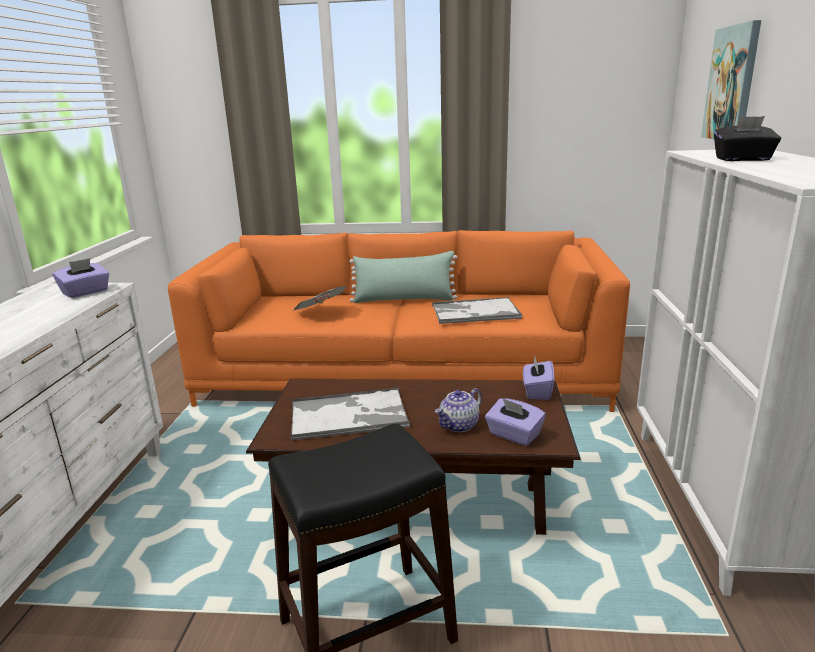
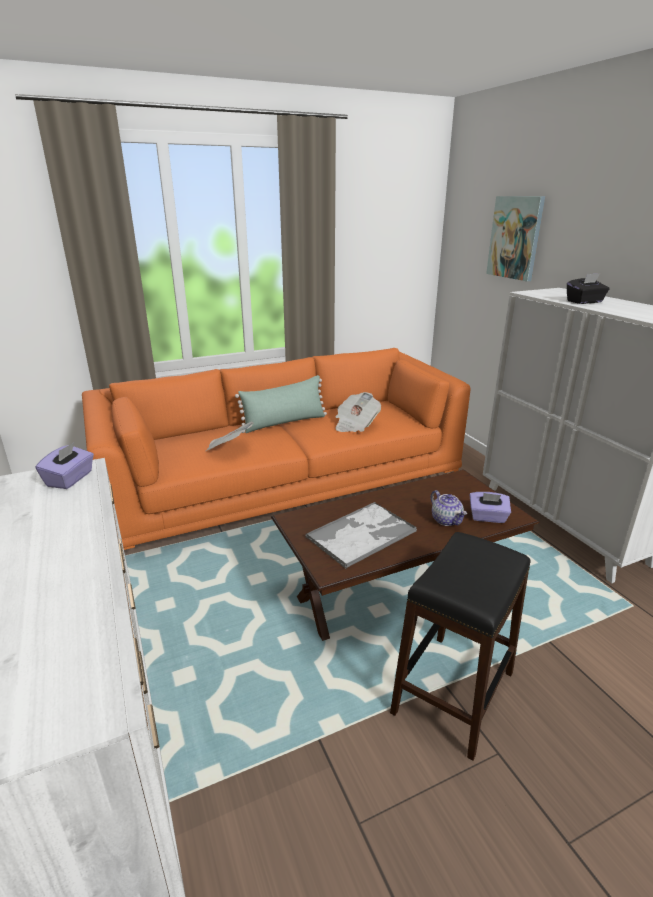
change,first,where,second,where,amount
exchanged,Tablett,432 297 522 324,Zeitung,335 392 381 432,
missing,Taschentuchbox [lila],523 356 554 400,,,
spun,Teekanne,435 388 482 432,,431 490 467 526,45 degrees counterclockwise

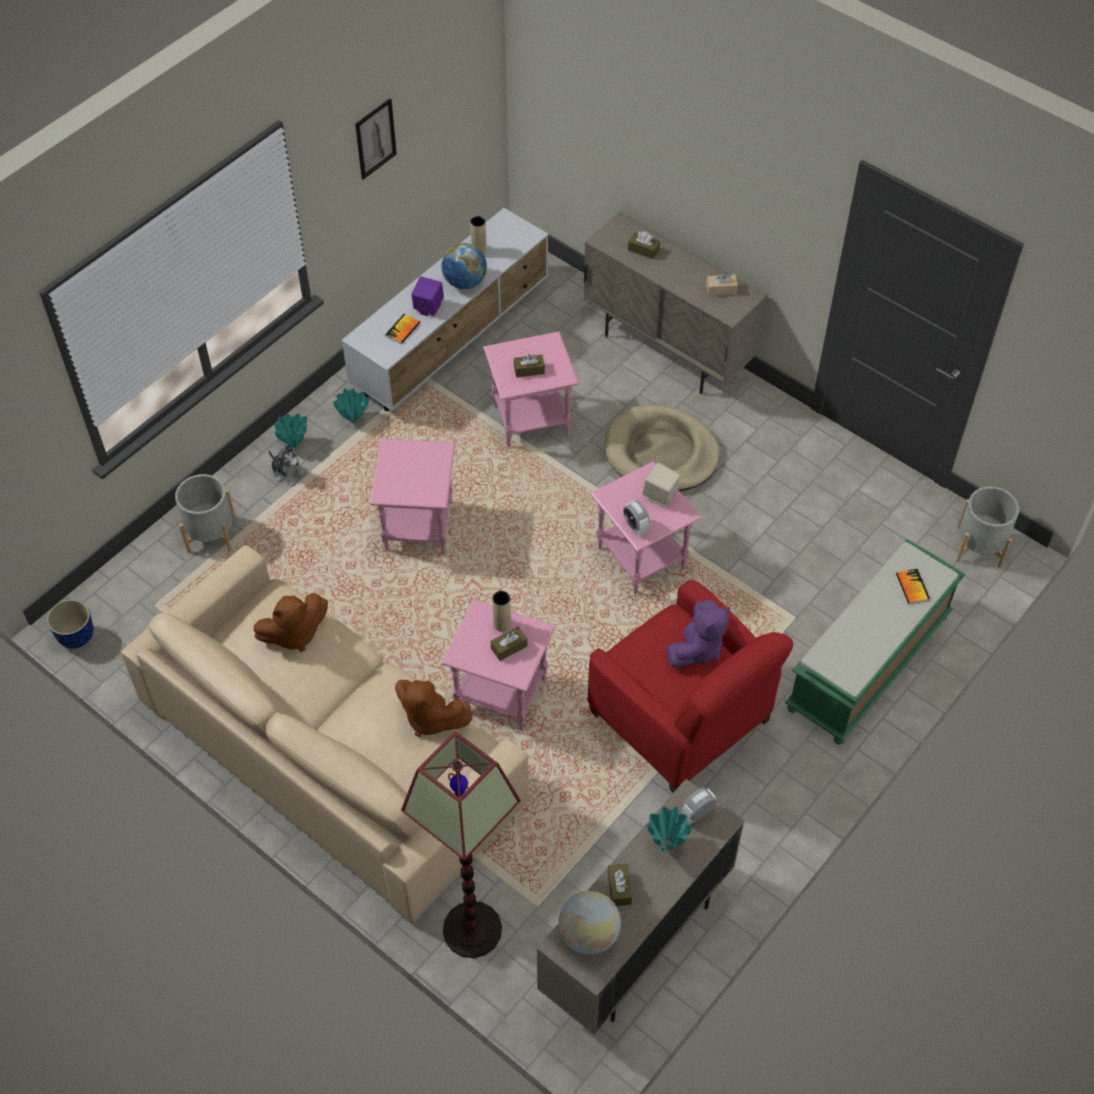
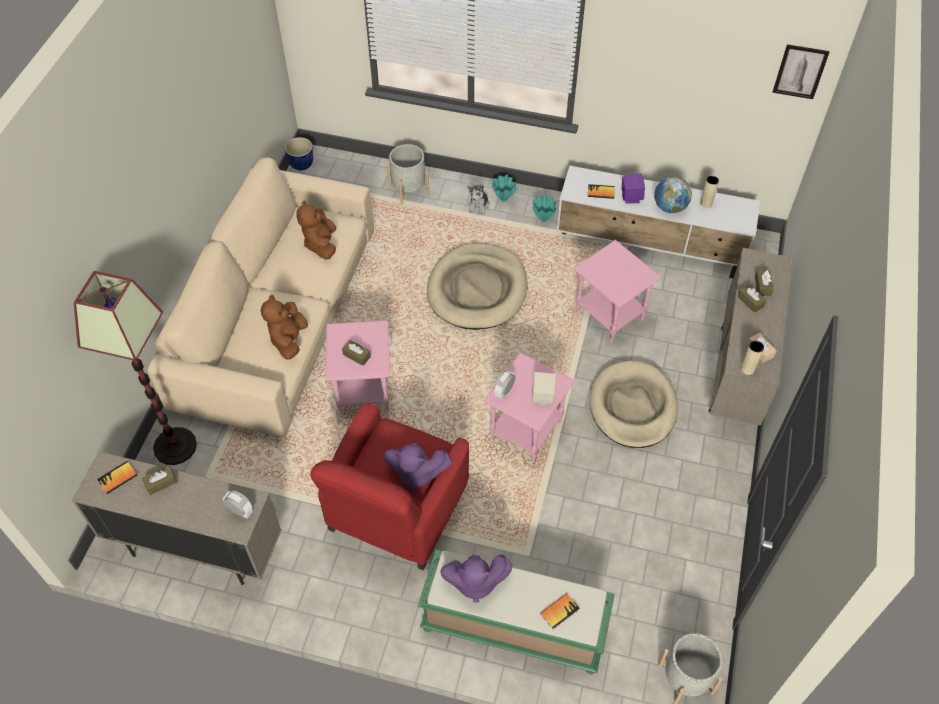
change,first,where,second,where,amount
relocated,Bild,355 98 397 180,,772 44 830 99,
relocated,Taschentuchbox [braun],514 354 545 377,,737 284 767 313,
exchanged,Beistelltisch [rosa],370 438 455 554,Hundebett [beige],427 243 528 330,
relocated,Vase [beige],492 591 511 632,,741 341 764 375,
spun,Plüschtier [braun],254 593 328 652,,296 201 336 260,45 degrees clockwise
missing,Vase [türkis],647 807 693 851,,,
exchanged,Globus,558 891 621 955,Buch,97 461 137 494,
appeared,,,Plüschtier [lila],440 554 513 603,

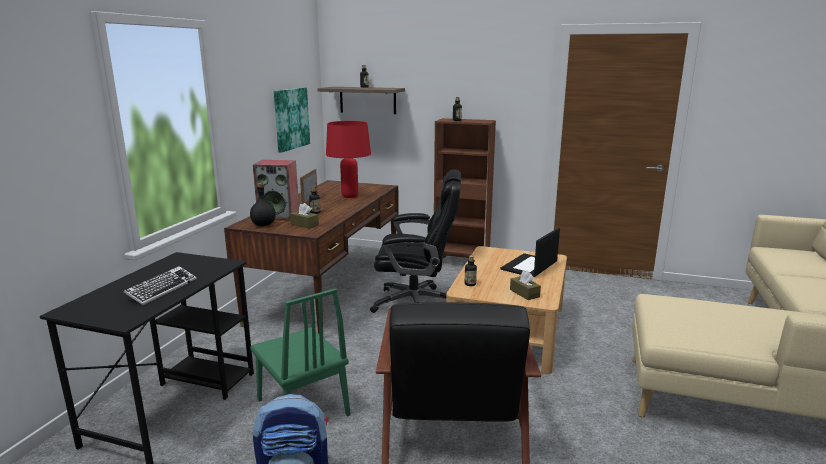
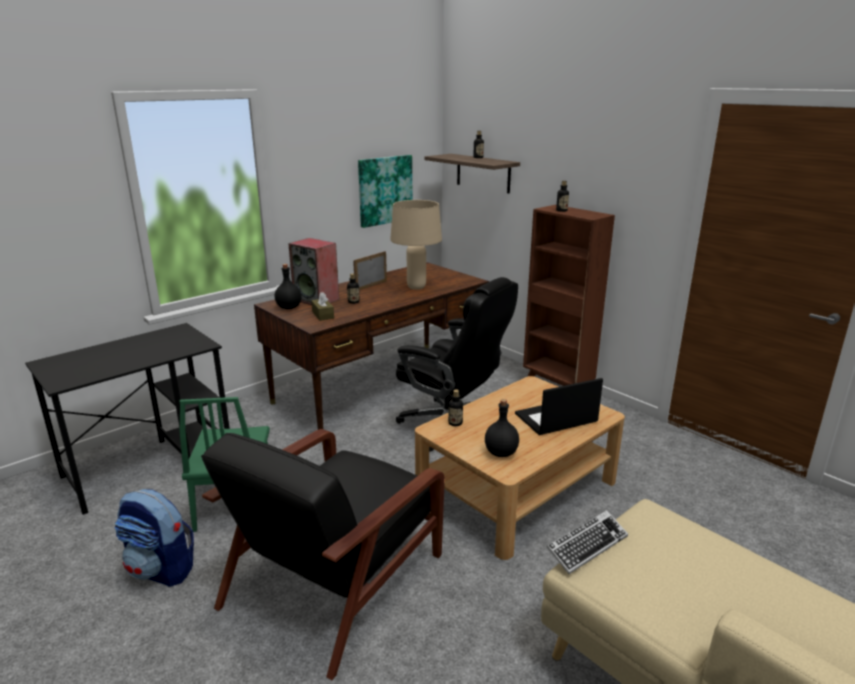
change,first,where,second,where,amount
colour,Tischlampe [rot],326 121 371 198,Tischlampe [beige],390 200 442 290,
relocated,Tastatur,124 266 197 305,,546 510 628 574,
exchanged,Taschentuchbox [braun],510 271 541 300,Flasche [schwarz],485 399 519 457,

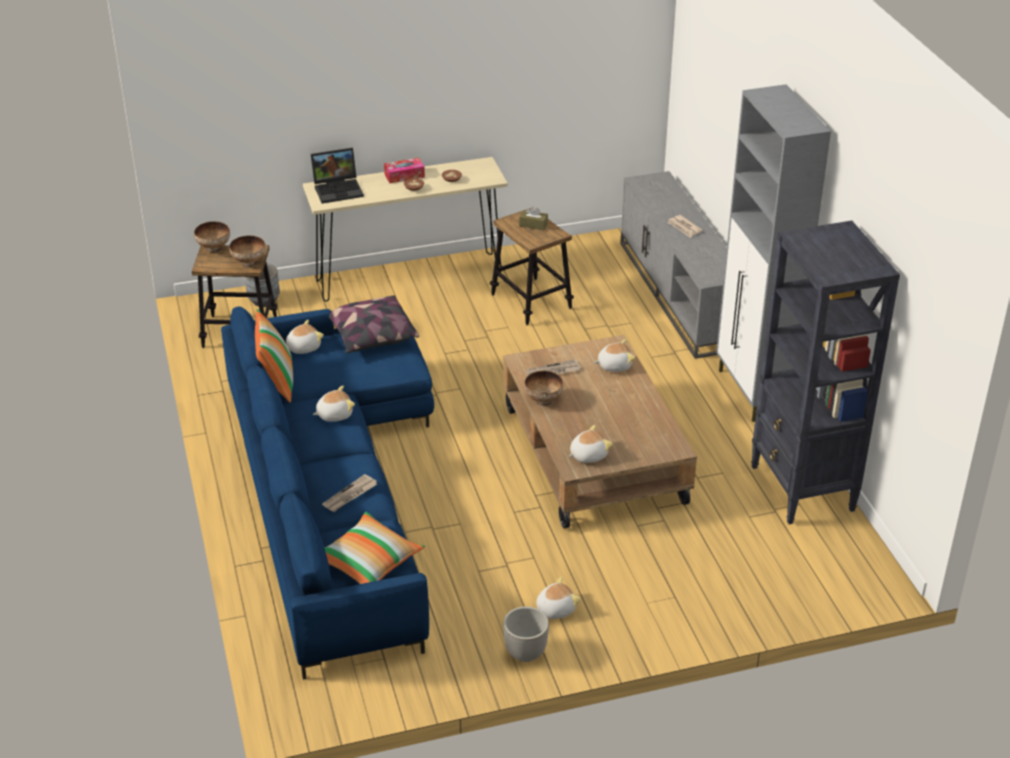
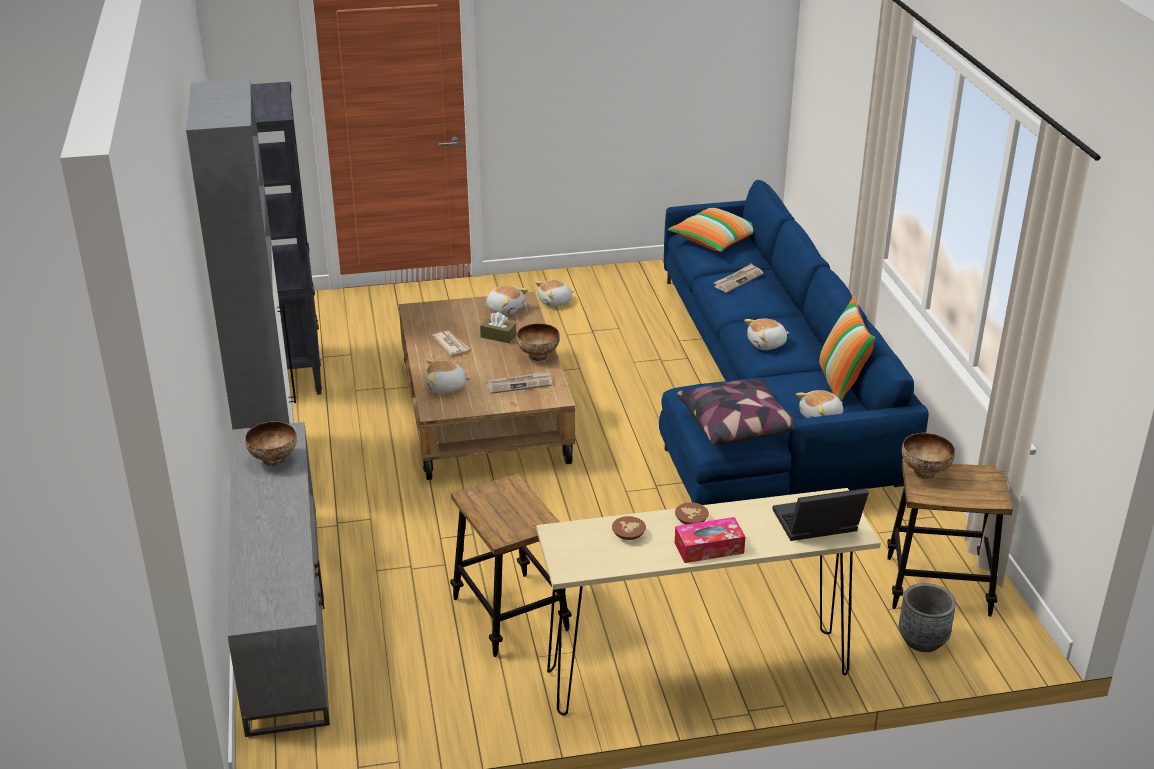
change,first,where,second,where,amount
relocated,Taschentuchbox [braun],519 206 548 230,,480 312 516 343,
relocated,Zeitung,667 215 703 238,,432 331 470 355,
relocated,Schüssel,194 221 230 253,,245 421 297 466,
spun,Plüschtier,569 425 613 463,,486 286 528 315,120 degrees counterclockwise
missing,Pflanzkübel,503 606 549 662,,,

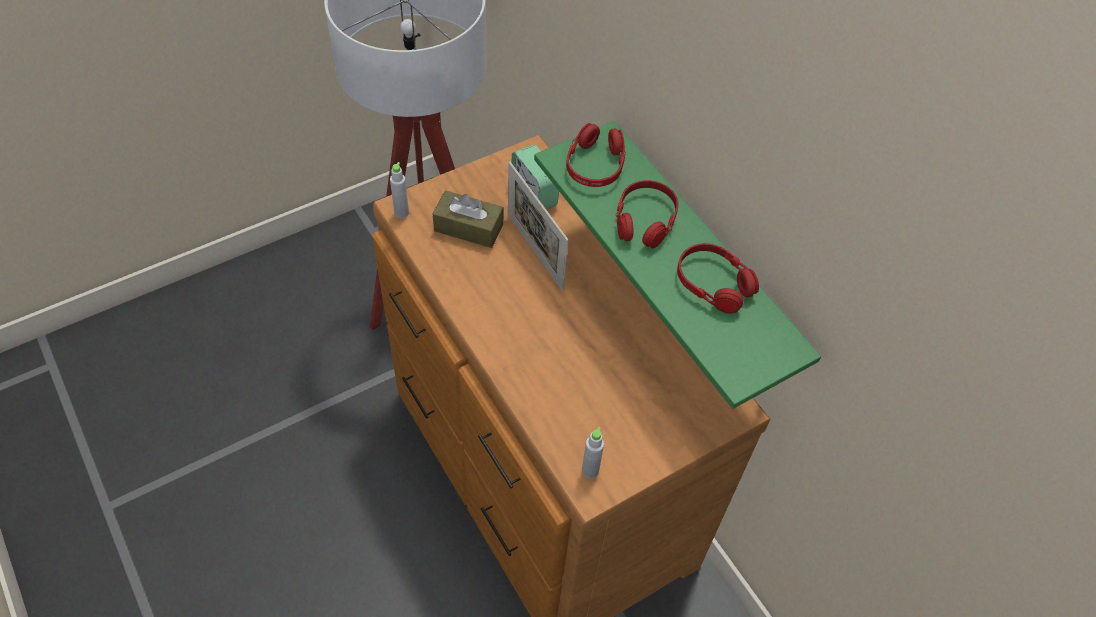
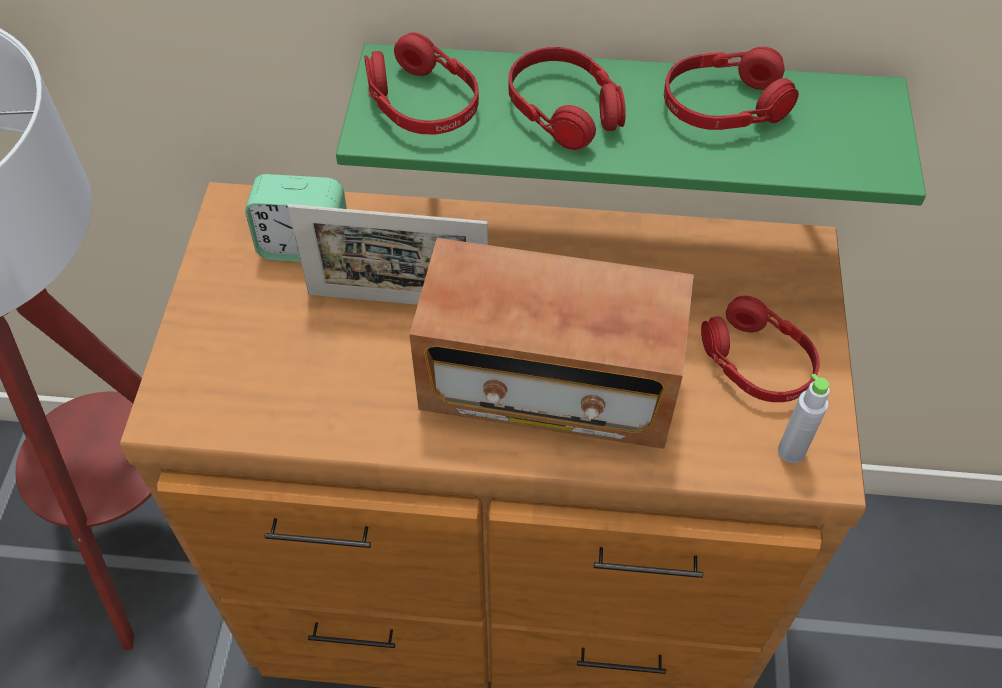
change,first,where,second,where,amount
missing,Flasche [grau],390 162 409 218,,,
missing,Taschentuchbox [braun],433 190 503 248,,,
appeared,,,Radio,409 238 694 449,
appeared,,,Kopfhörer [rot],701 296 820 402,

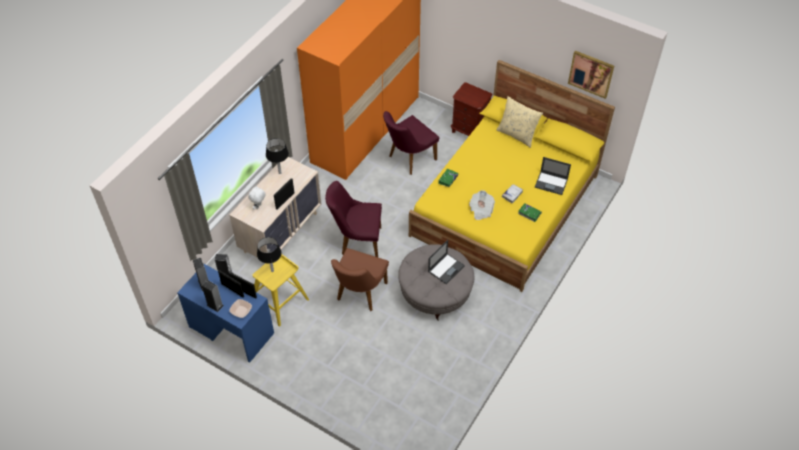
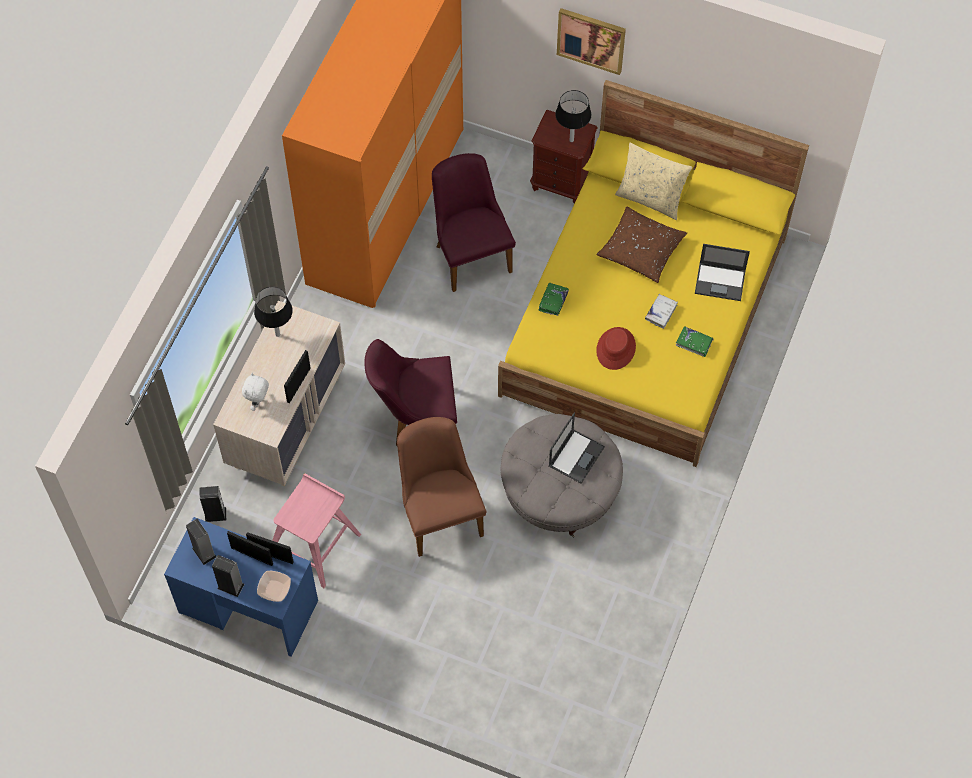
change,first,where,second,where,amount
relocated,Bild,568 51 614 99,,557 8 626 75,
spun,Stuhl [lila],383 111 439 175,,432 153 516 292,120 degrees clockwise
exchanged,Zeitung,469 190 495 220,Hut [rot],596 327 636 370,
relocated,Tischlampe [schwarz],257 237 282 272,,555 90 591 142,
spun,Stuhl [braun],331 248 389 311,,397 417 486 557,150 degrees clockwise
colour,Hocker [gelb],253 254 309 327,Hocker [rosa],272 473 361 588,
appeared,,,Kissen [braun],597 207 687 283,

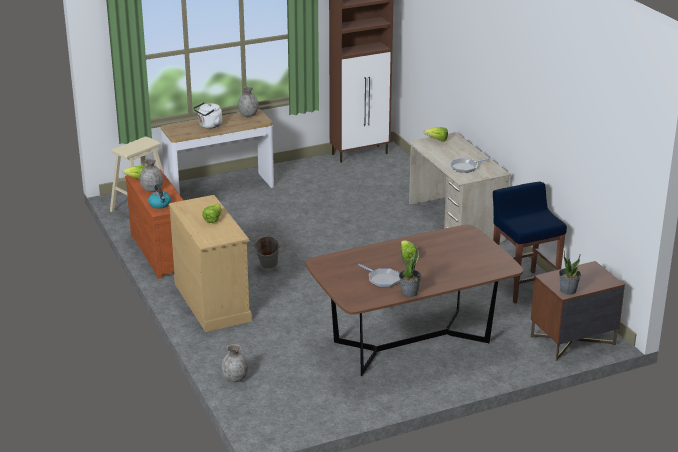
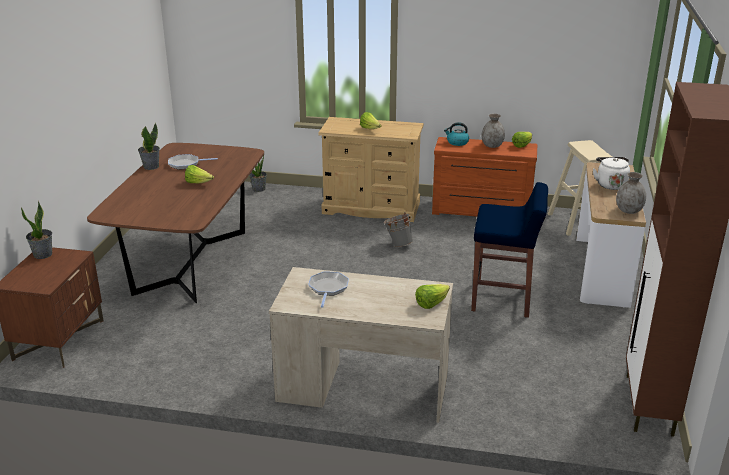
change,first,where,second,where,amount
relocated,Hocker [blau],493 182 567 304,,471 182 548 318,
exchanged,Vase [grau],222 344 248 382,Topfpflanze,249 155 267 192,

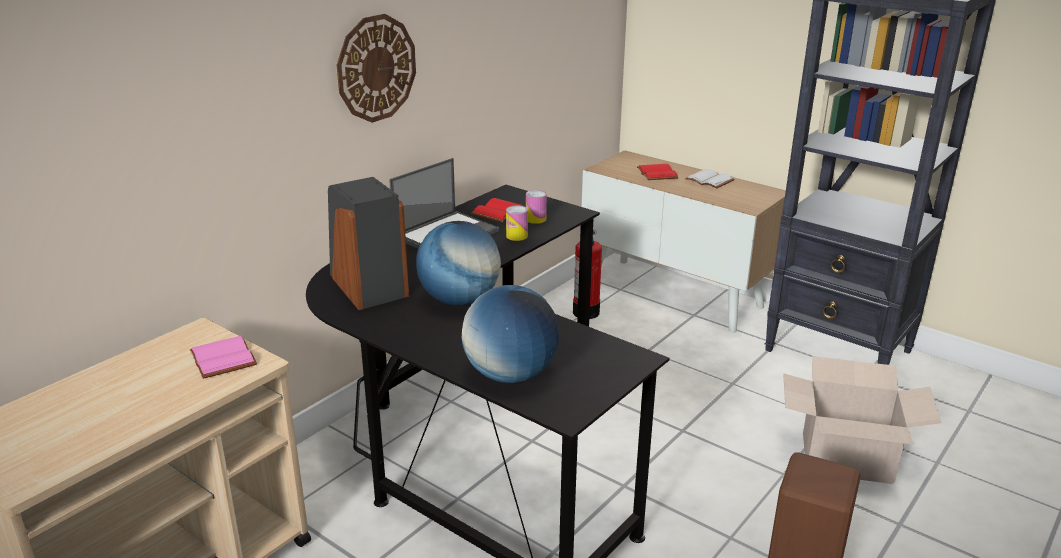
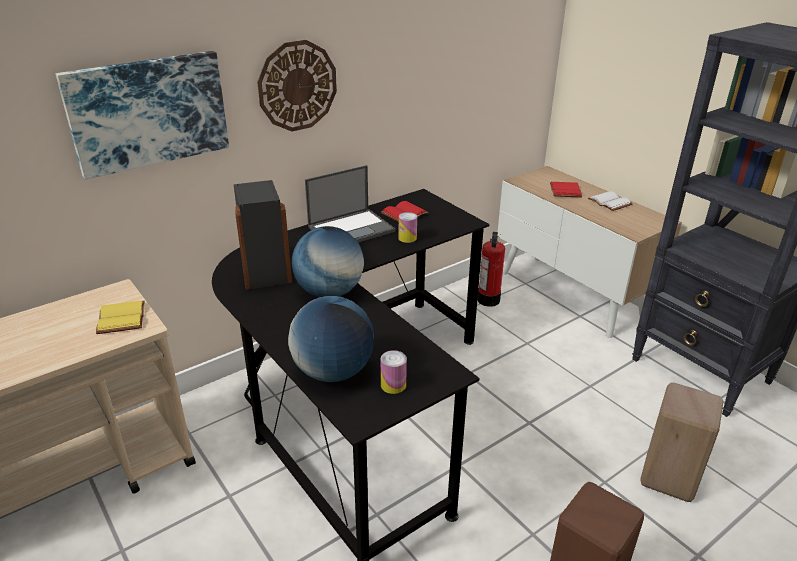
change,first,where,second,where,amount
relocated,Dose,526 190 547 224,,381 350 407 394,
colour,Buch [rosa],190 336 257 379,Buch [gelb],96 300 145 334,
exchanged,Karton,783 356 941 484,Hocker [beige],640 382 723 502,
appeared,,,Bild,56 51 229 179,

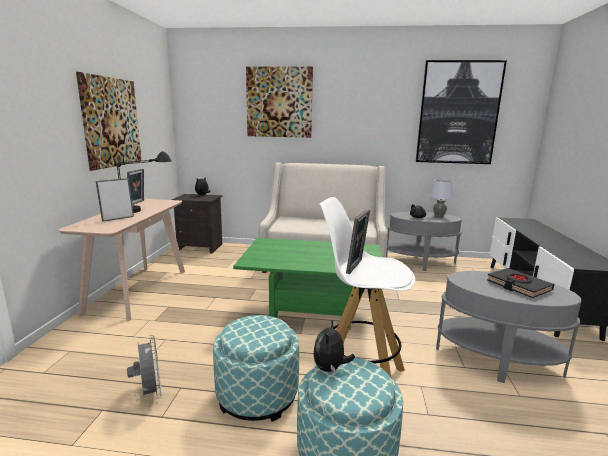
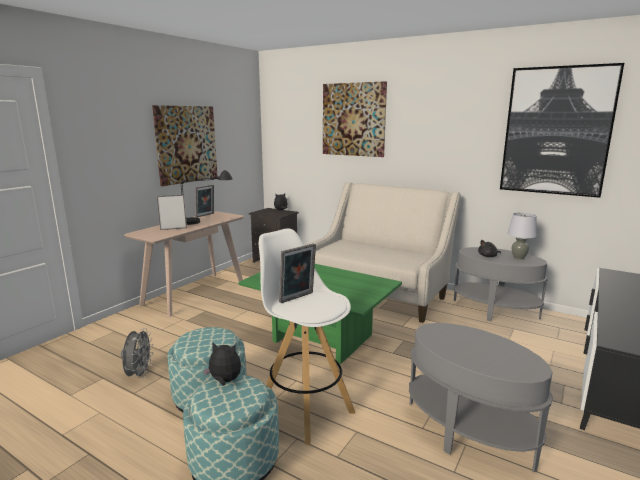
change,first,where,second,where,amount
missing,Buch [schwarz],487 268 554 298,,,
spun,Plüschtier,313 321 355 373,,203 342 241 386,60 degrees clockwise

